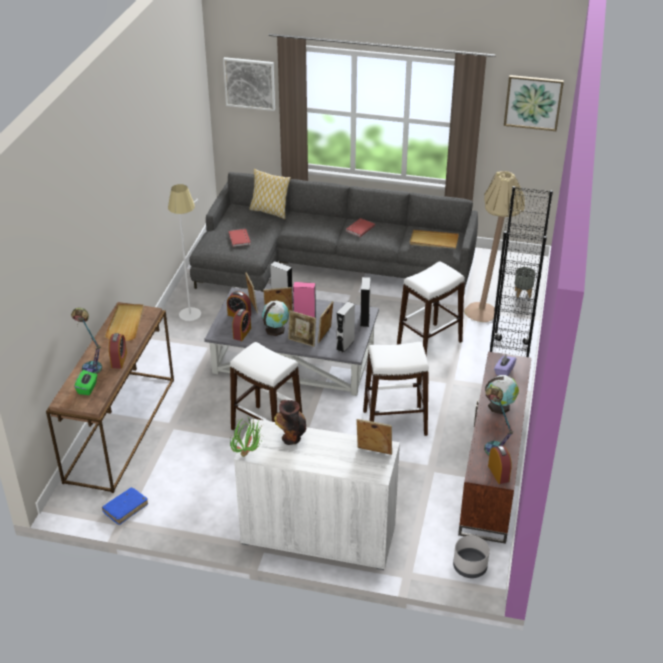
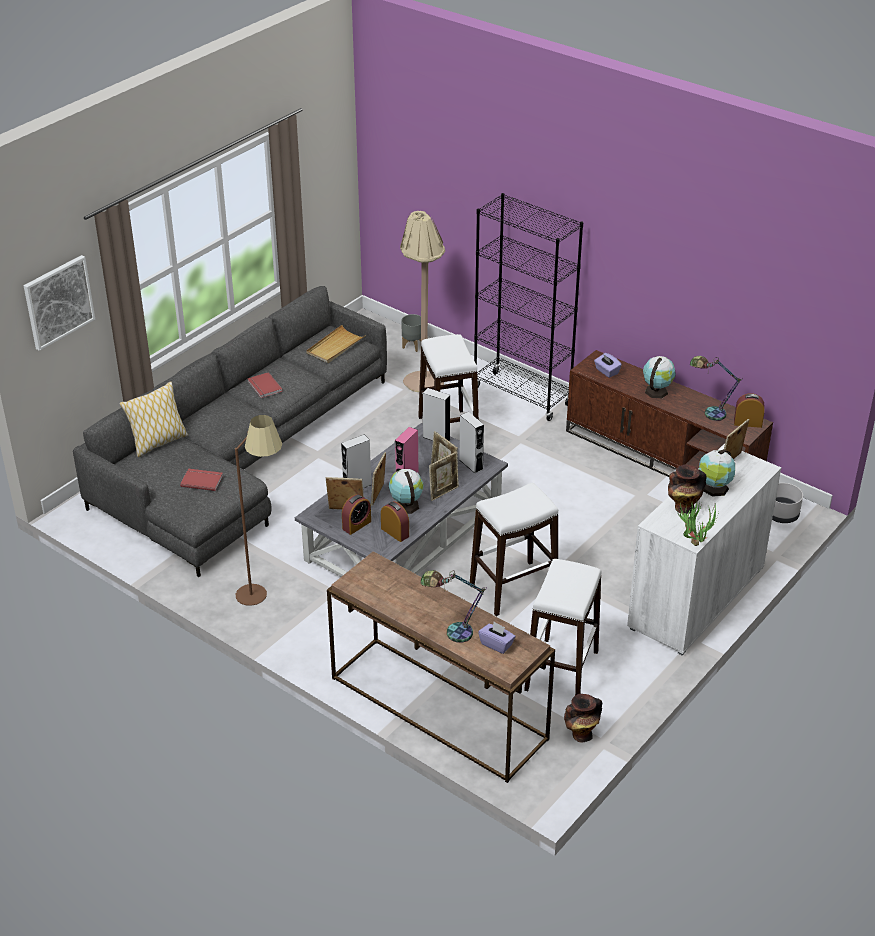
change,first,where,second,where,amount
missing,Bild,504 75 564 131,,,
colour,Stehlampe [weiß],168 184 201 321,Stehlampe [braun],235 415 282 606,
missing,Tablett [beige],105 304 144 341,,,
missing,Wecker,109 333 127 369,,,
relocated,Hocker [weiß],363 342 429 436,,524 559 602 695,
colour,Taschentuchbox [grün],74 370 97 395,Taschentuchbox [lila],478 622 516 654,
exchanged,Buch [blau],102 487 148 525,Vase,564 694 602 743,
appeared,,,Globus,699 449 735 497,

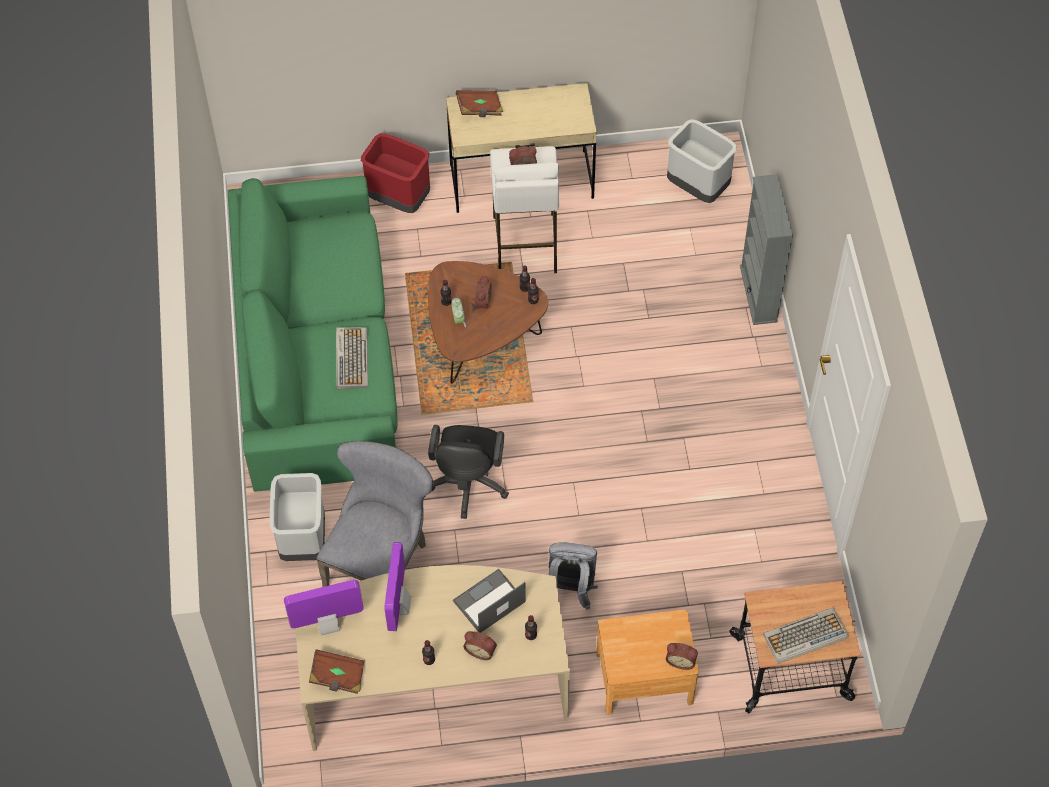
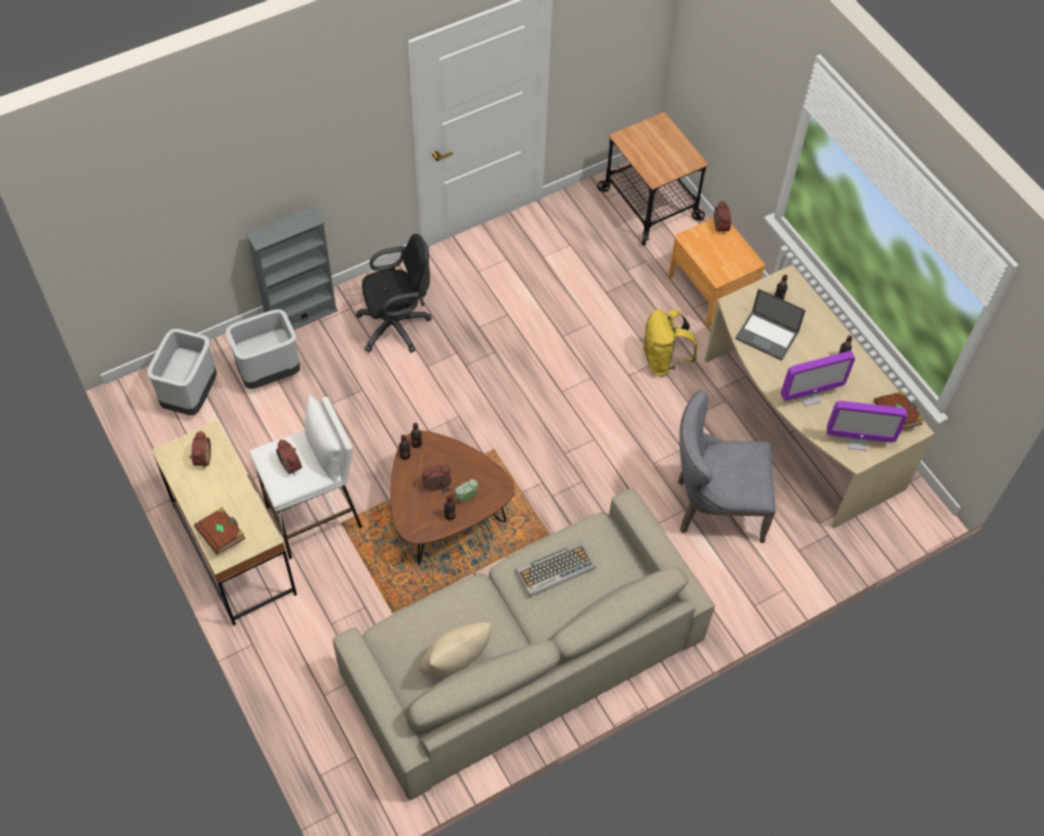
change,first,where,second,where,amount
missing,Mülleimer [rot],361 133 430 213,,,
colour,Sofa [grün],228 176 398 492,Sofa [beige],333 488 715 800,
relocated,Bürostuhl [schwarz],428 425 509 519,,355 234 432 353,
relocated,Mülleimer [grau],270 473 325 561,,226 309 300 389,
colour,Rucksack [grau],548 542 598 610,Rucksack [gelb],642 309 697 376,
spun,Monitor,284 580 364 635,,827 401 907 451,45 degrees counterclockwise
missing,Tastatur,763 608 849 664,,,
relocated,Wecker,463 631 497 660,,189 431 211 469,
appeared,,,Kissen [beige],418 622 492 677,

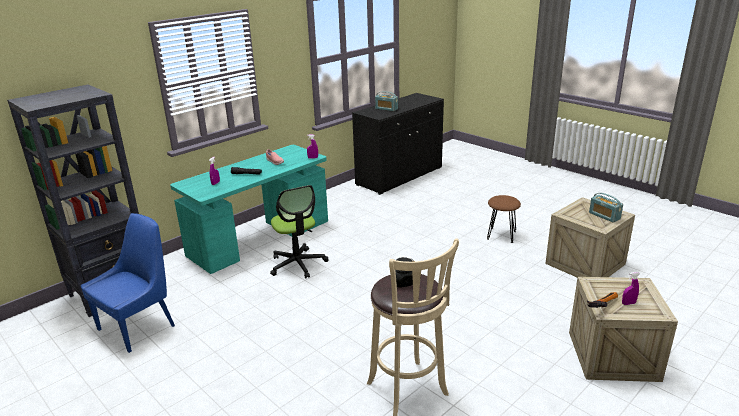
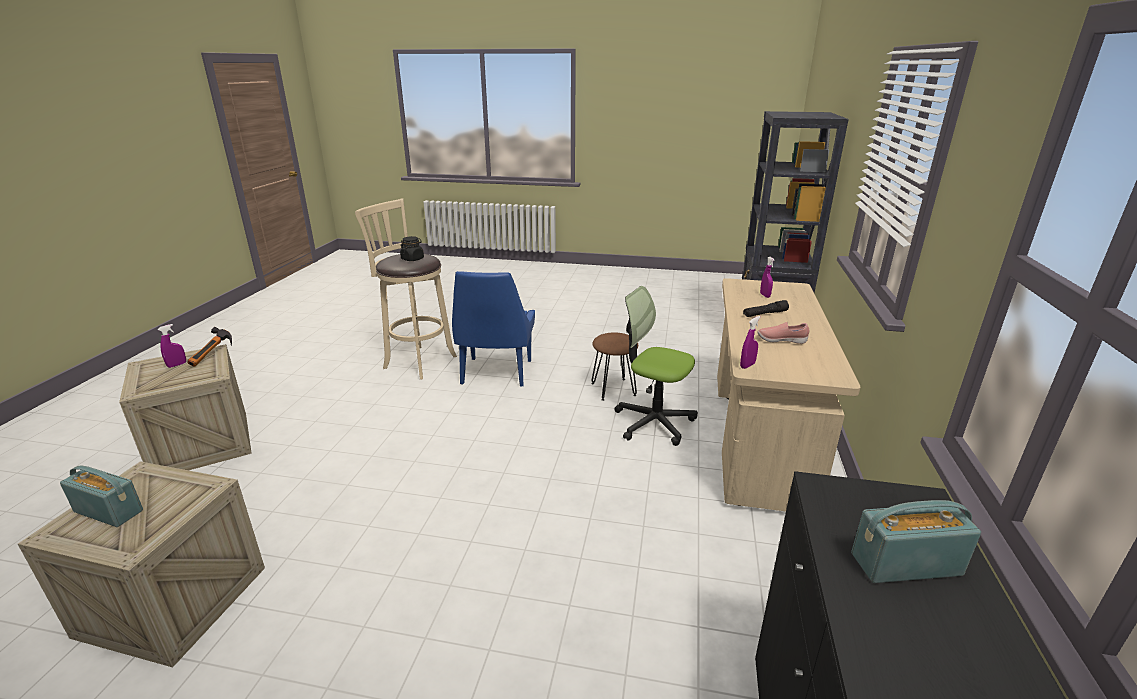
change,first,where,second,where,amount
colour,Schreibtisch [türkis],170 145 328 274,Schreibtisch [beige],717 278 860 511,
relocated,Hocker [braun],487 195 521 243,,591 332 638 401,
relocated,Stuhl [blau],81 213 175 353,,452 271 535 387,

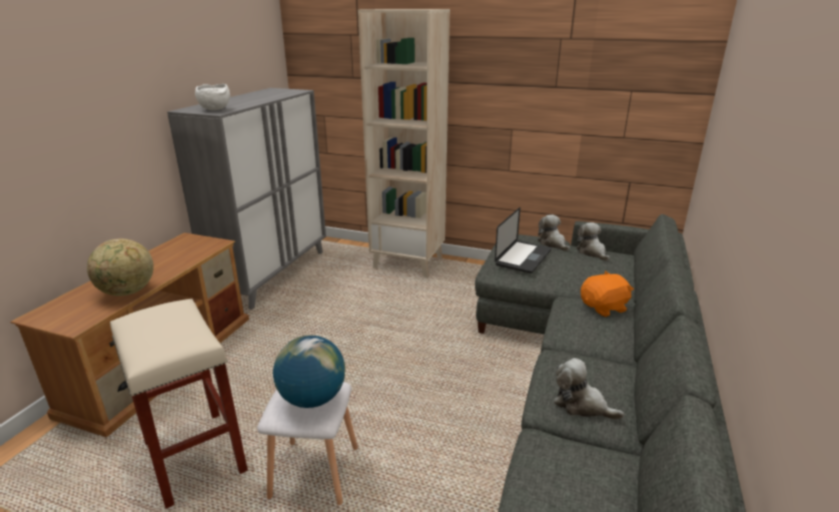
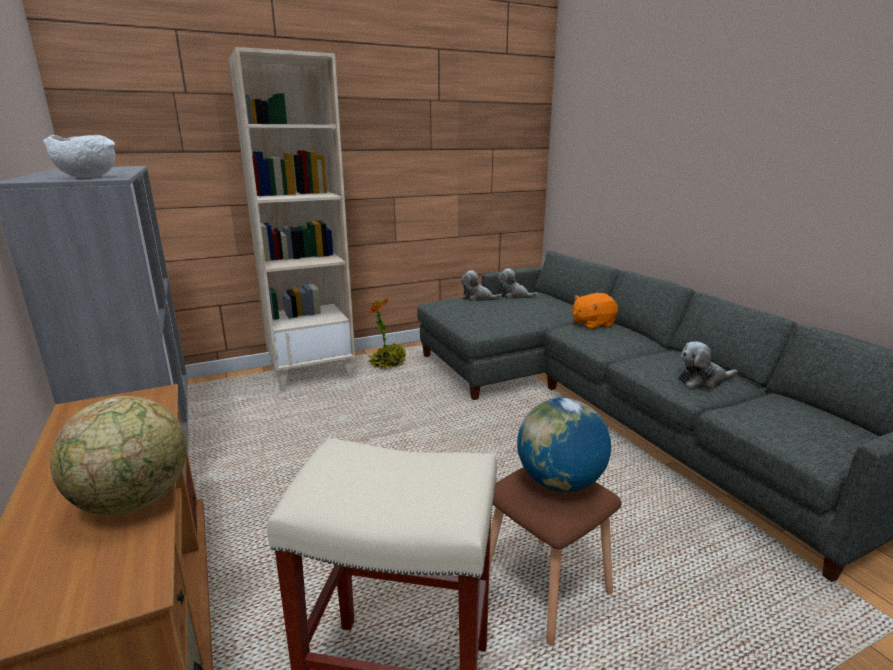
change,first,where,second,where,amount
missing,Laptop,495 207 552 274,,,
spun,Plüschtier [orange],580 271 634 317,,572 293 618 330,135 degrees counterclockwise
colour,Hocker [weiß],257 382 358 505,Hocker [braun],489 467 622 646,
appeared,,,Topfpflanze,367 297 406 369,

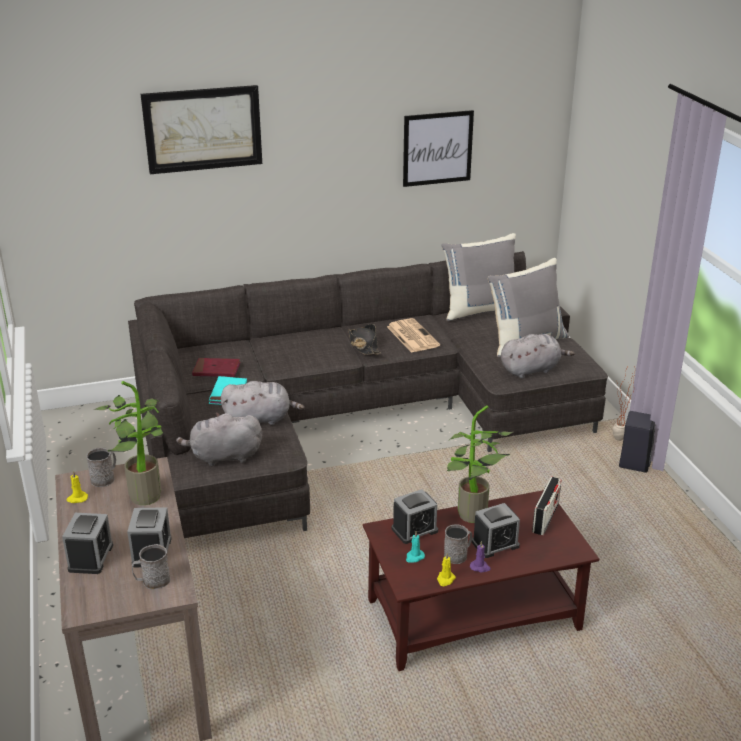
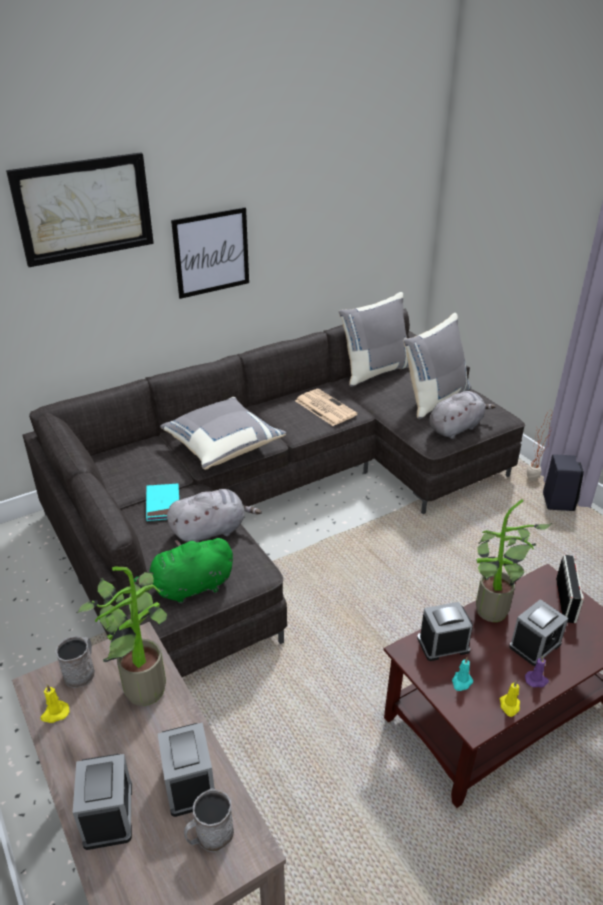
change,first,where,second,where,amount
relocated,Bild,403 110 474 187,,171 207 249 299,
missing,Hut [schwarz],348 324 381 355,,,
missing,Buch [rot],192 358 240 377,,,
colour,Plüschtier [grau],176 413 262 467,Plüschtier [grün],134 538 233 604,
spun,Wecker,392 489 438 544,,417 602 473 661,150 degrees counterclockwise
missing,Henkelbecher [grau],444 524 472 564,,,
appeared,,,Kissen [grau],160 397 286 470,

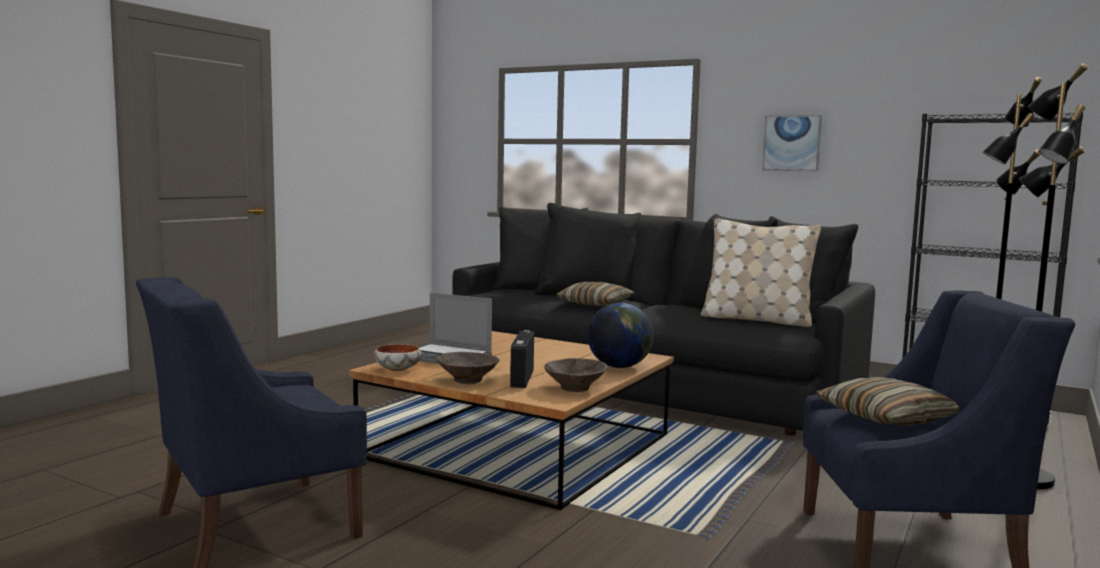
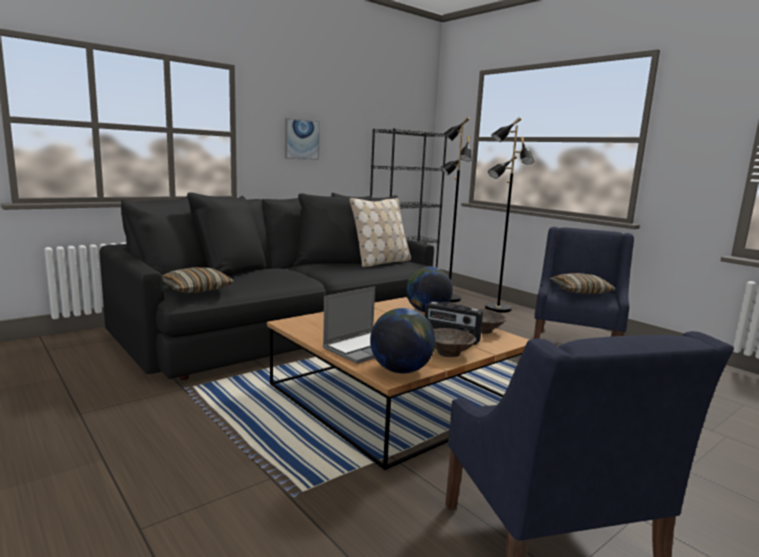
change,first,where,second,where,amount
relocated,Kissen,556 282 635 306,,162 267 234 293,
exchanged,Schüssel,374 344 422 371,Globus,370 308 436 374,

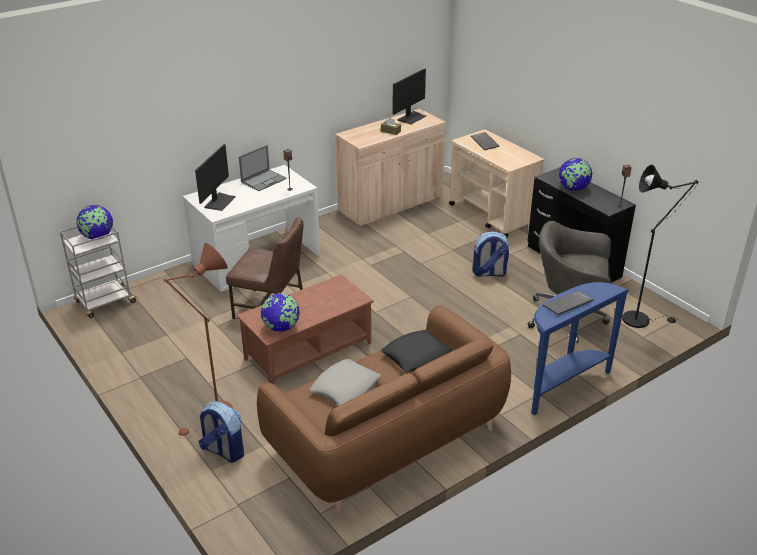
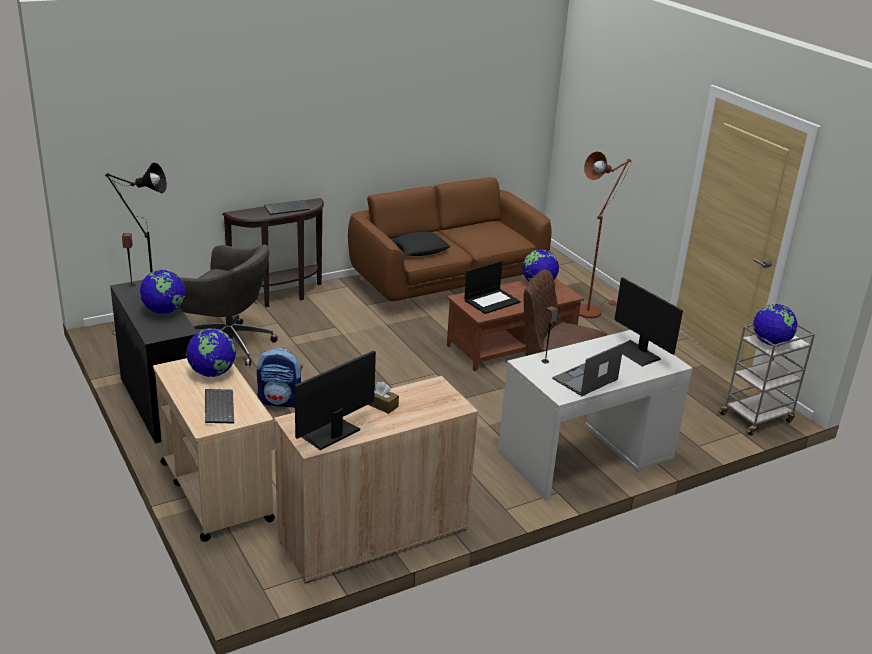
change,first,where,second,where,amount
spun,Monitor,195 144 236 211,,614 277 683 367,60 degrees counterclockwise
colour,Konsolentisch [blau],532 282 629 415,Konsolentisch [braun],222 198 324 307,
missing,Kissen [grau],310 359 381 406,,,
missing,Rucksack,198 401 244 462,,,
appeared,,,Laptop,464 261 520 314,
appeared,,,Globus,186 328 236 377,

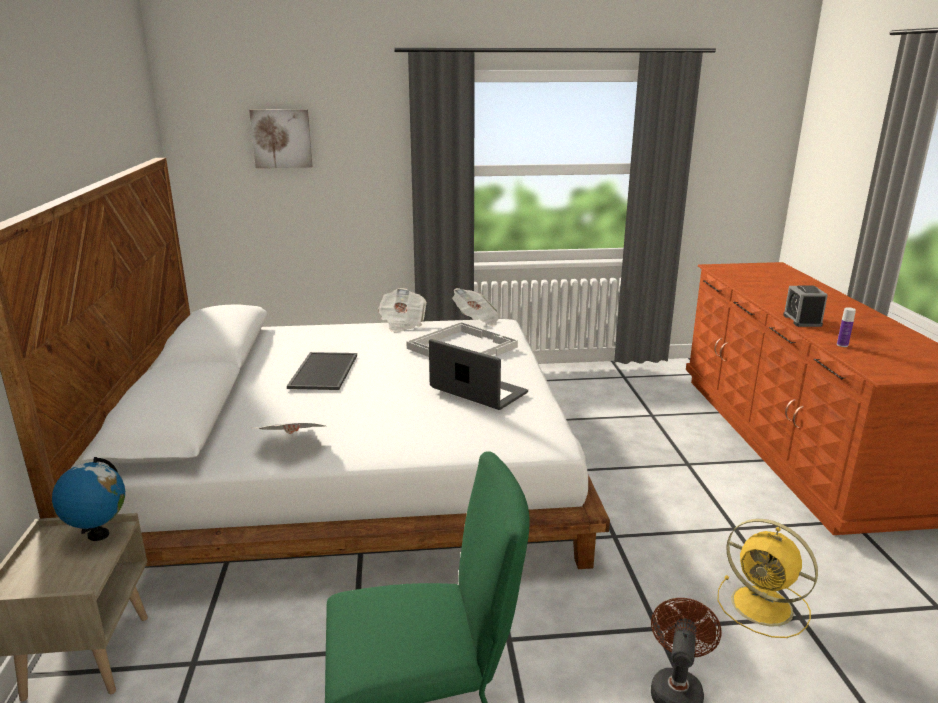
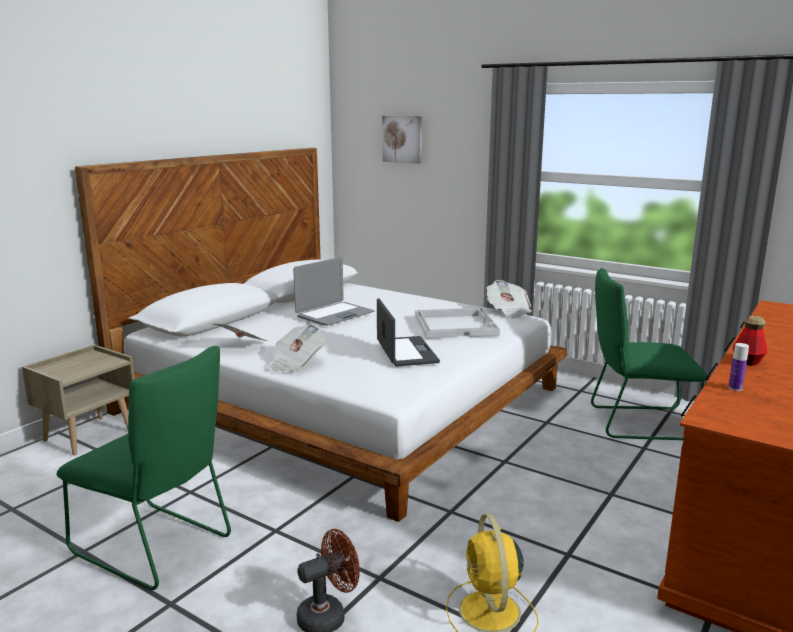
change,first,where,second,where,amount
exchanged,Wecker,783 286 828 327,Flasche,733 315 767 366,
relocated,Zeitung,378 288 427 332,,267 324 326 372,
exchanged,Tablett,287 352 357 390,Laptop,293 257 374 325,
missing,Globus,52 457 125 541,,,
appeared,,,Stuhl [grün],591 268 707 440,

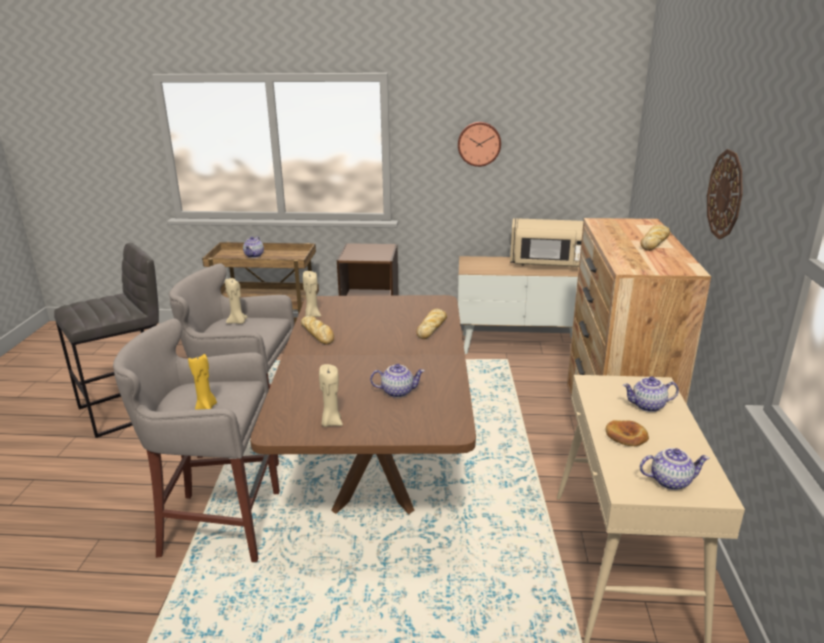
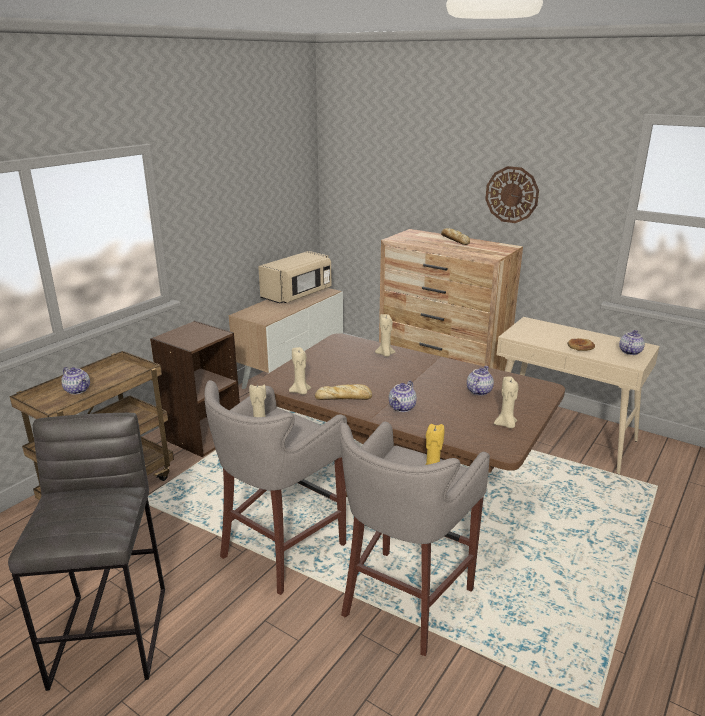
change,first,where,second,where,amount
missing,Wanduhr,458 122 501 167,,,
exchanged,Brot,416 309 447 339,Kerze [beige],375 314 395 357,
relocated,Teekanne,623 376 679 412,,389 381 417 412,

